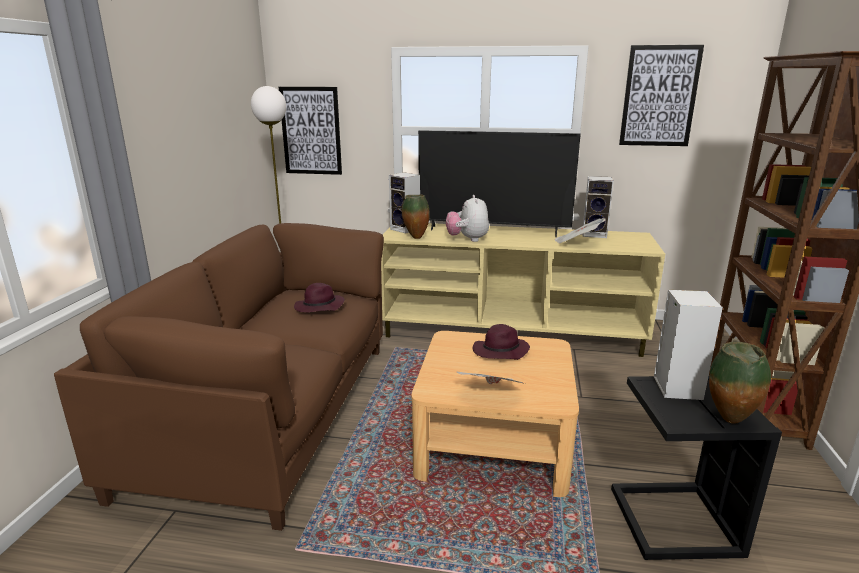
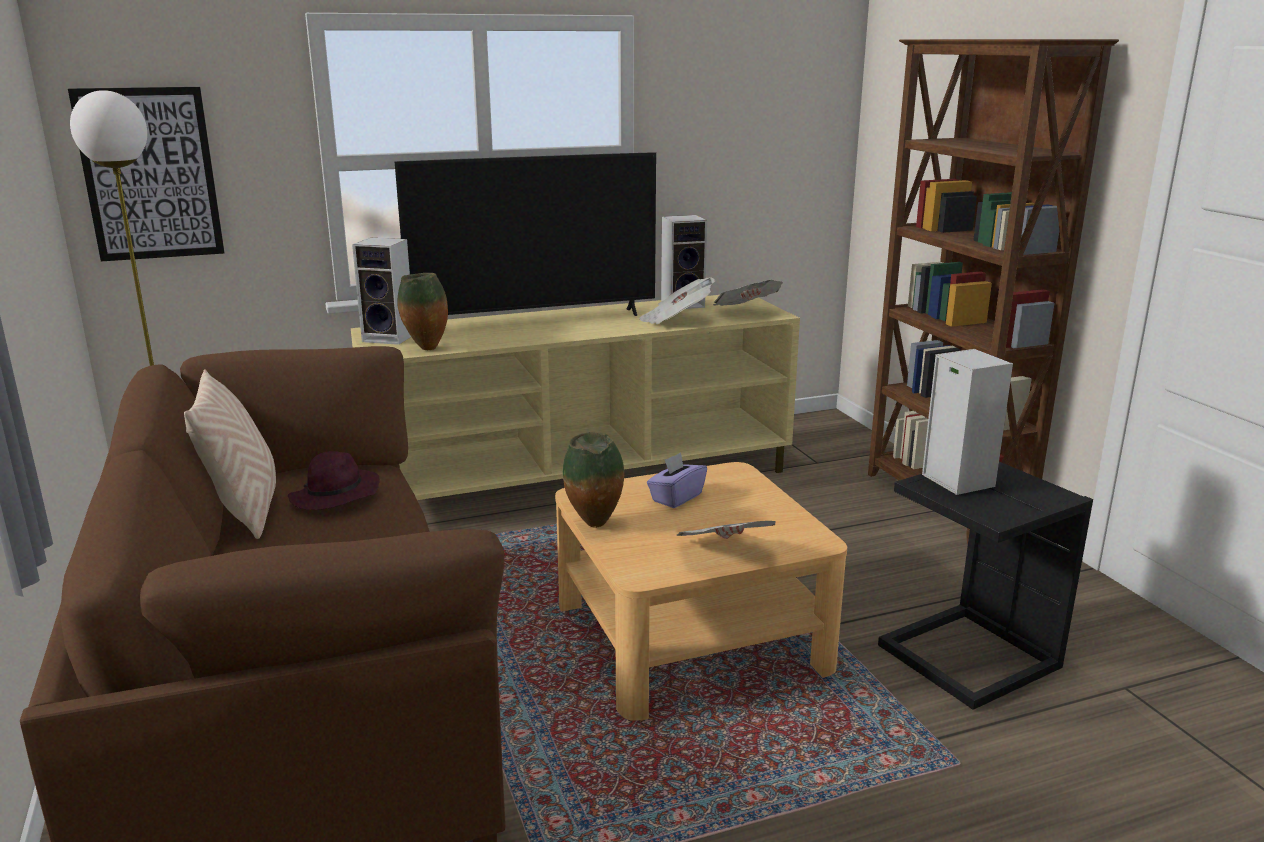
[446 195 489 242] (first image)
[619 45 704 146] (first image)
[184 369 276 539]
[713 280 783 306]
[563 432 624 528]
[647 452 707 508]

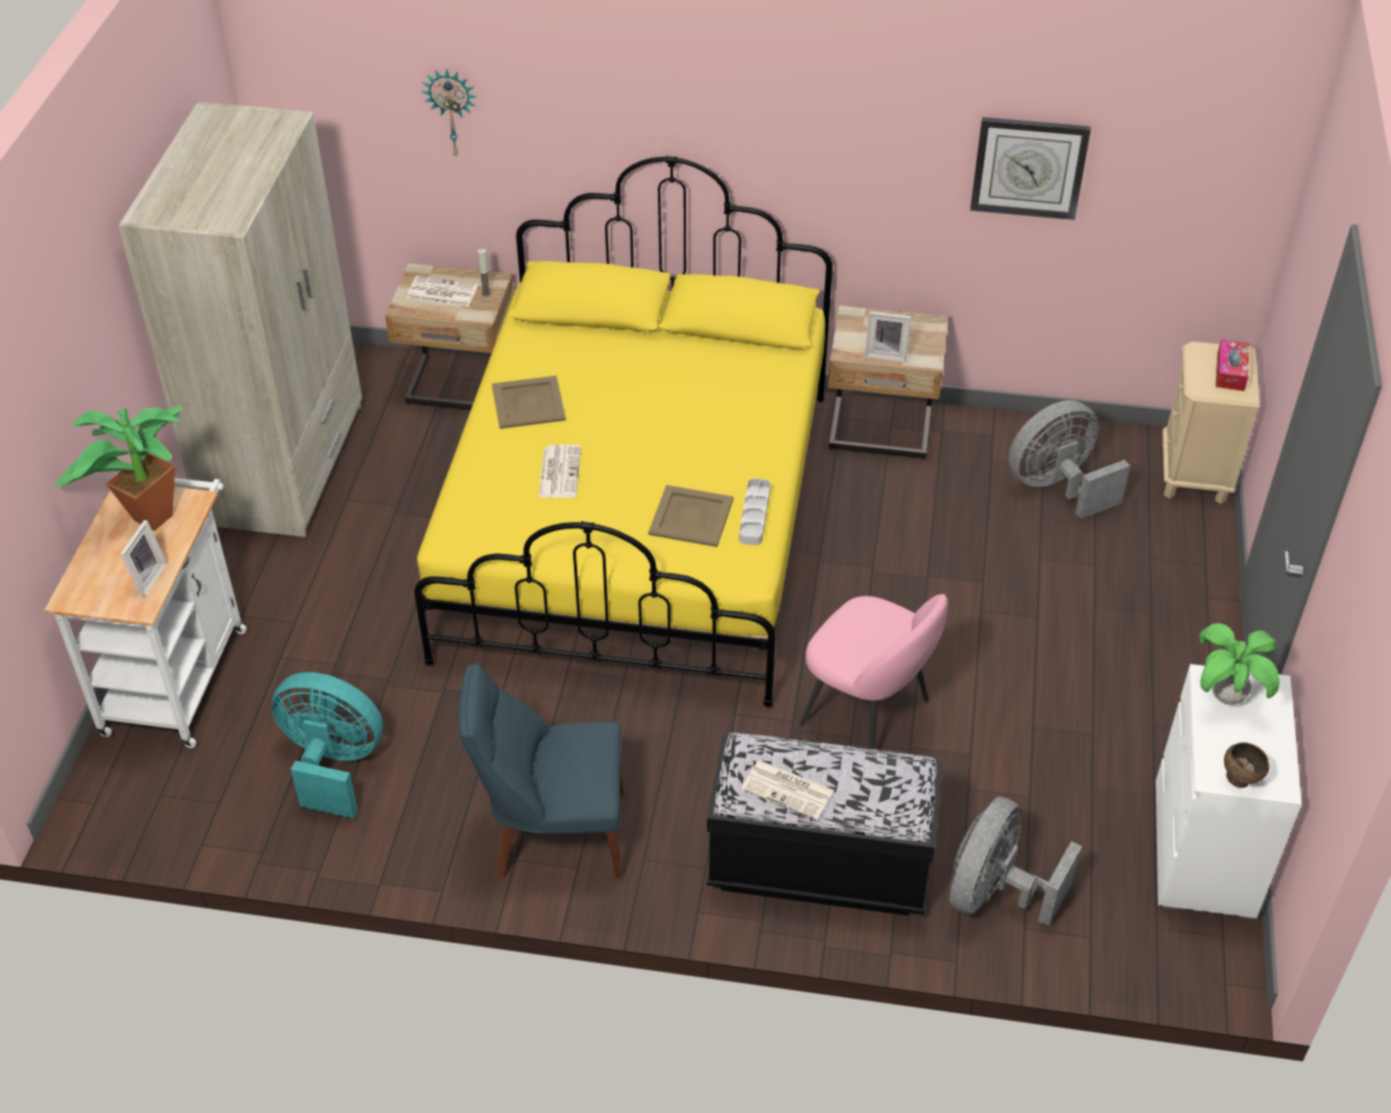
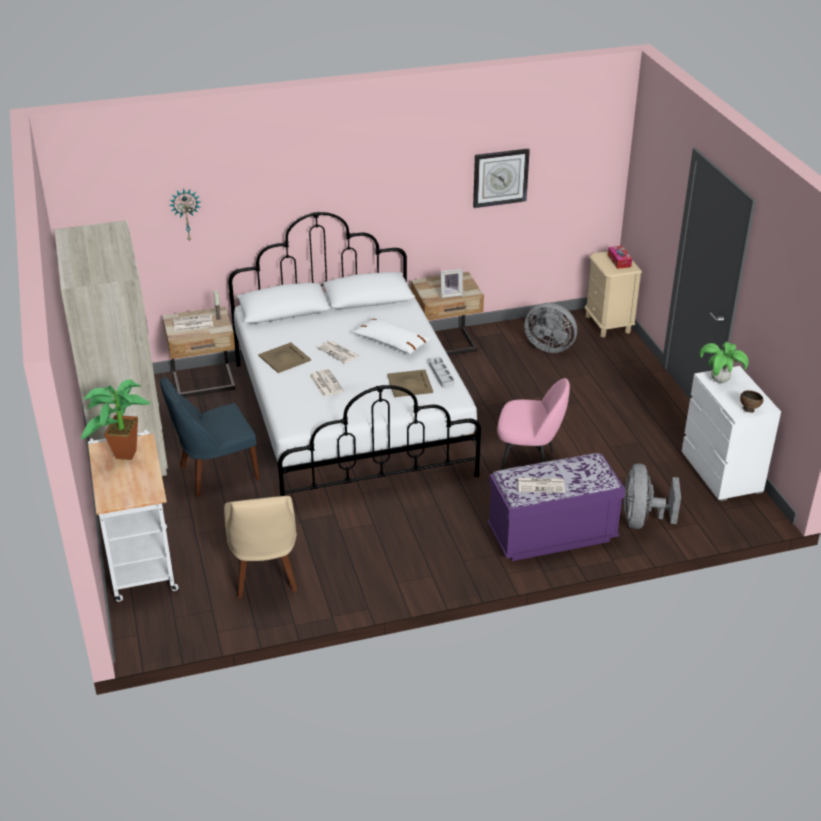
[120 520 168 598] (first image)
[317 340 359 364]
[352 316 432 354]
[160 377 260 497]
[224 496 297 598]
[228 212 481 496]
[487 453 625 561]
[524 303 577 353]

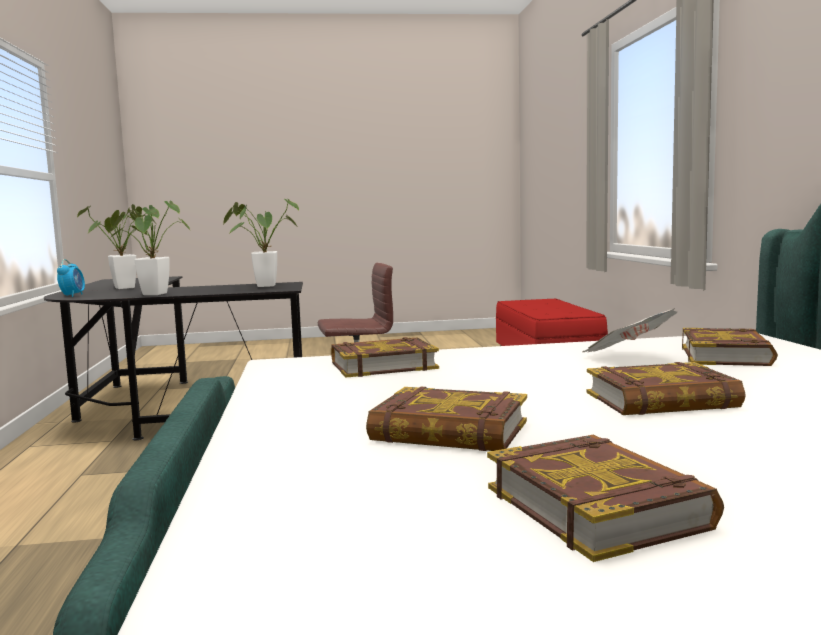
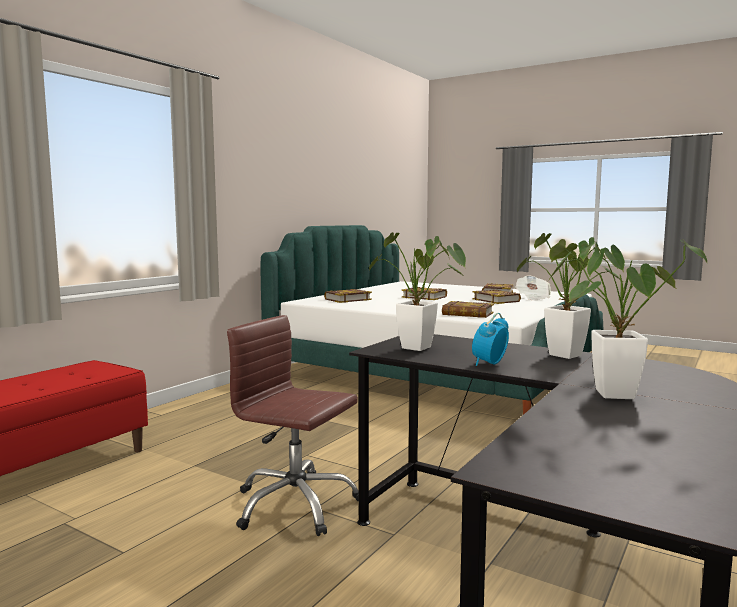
[472 313 509 366]
[515 275 551 301]

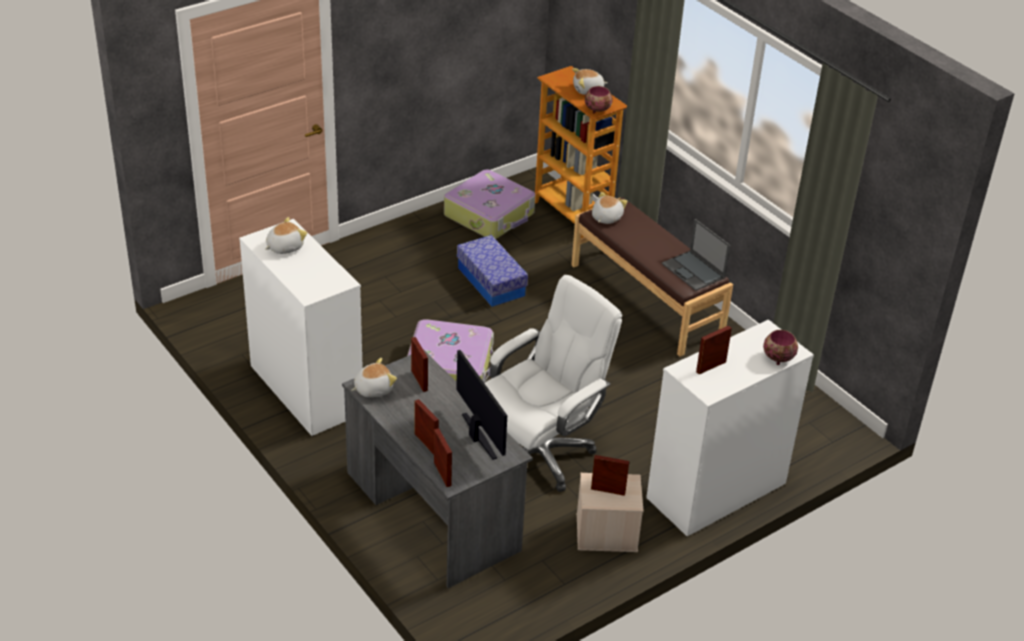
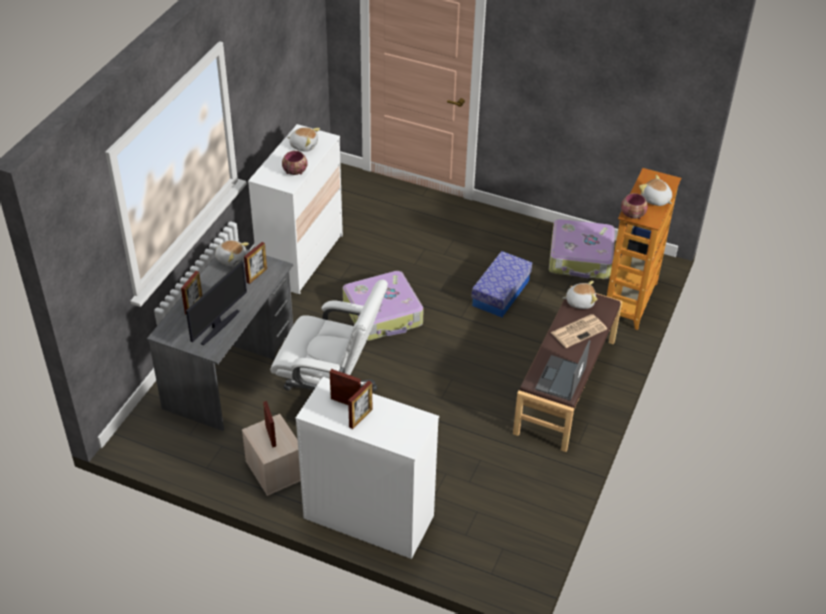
[551 314 607 348]
[348 381 372 429]
[282 151 307 175]

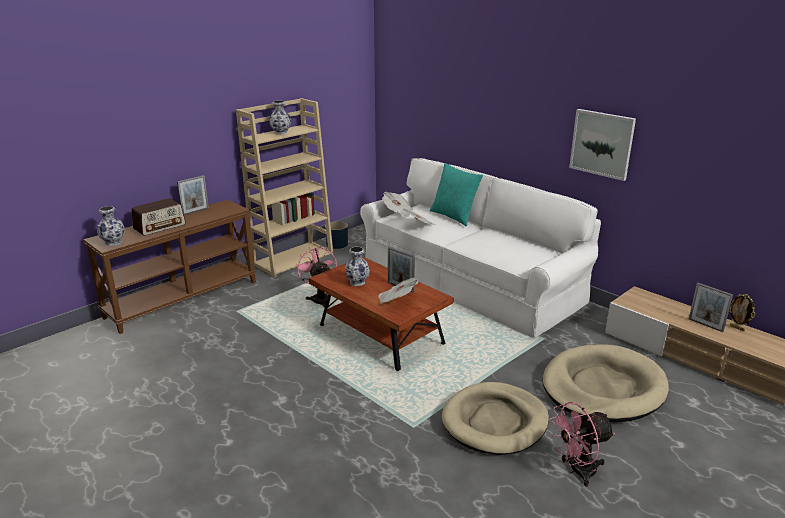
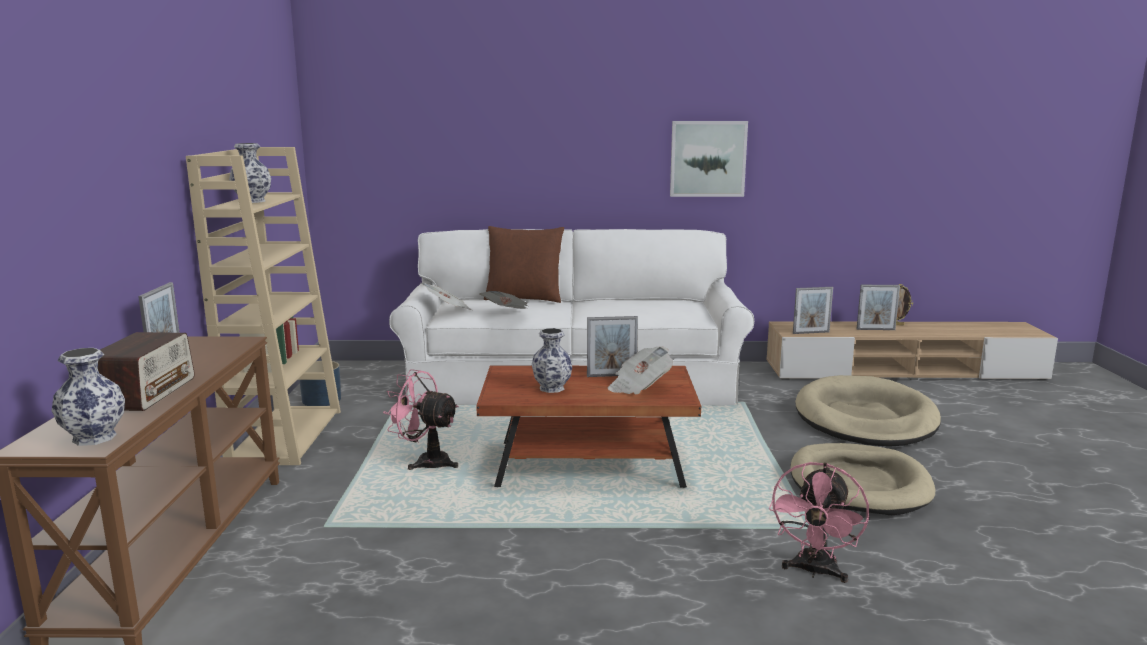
[793 287 833 334]
[769 462 869 583]
[484 226 564 303]

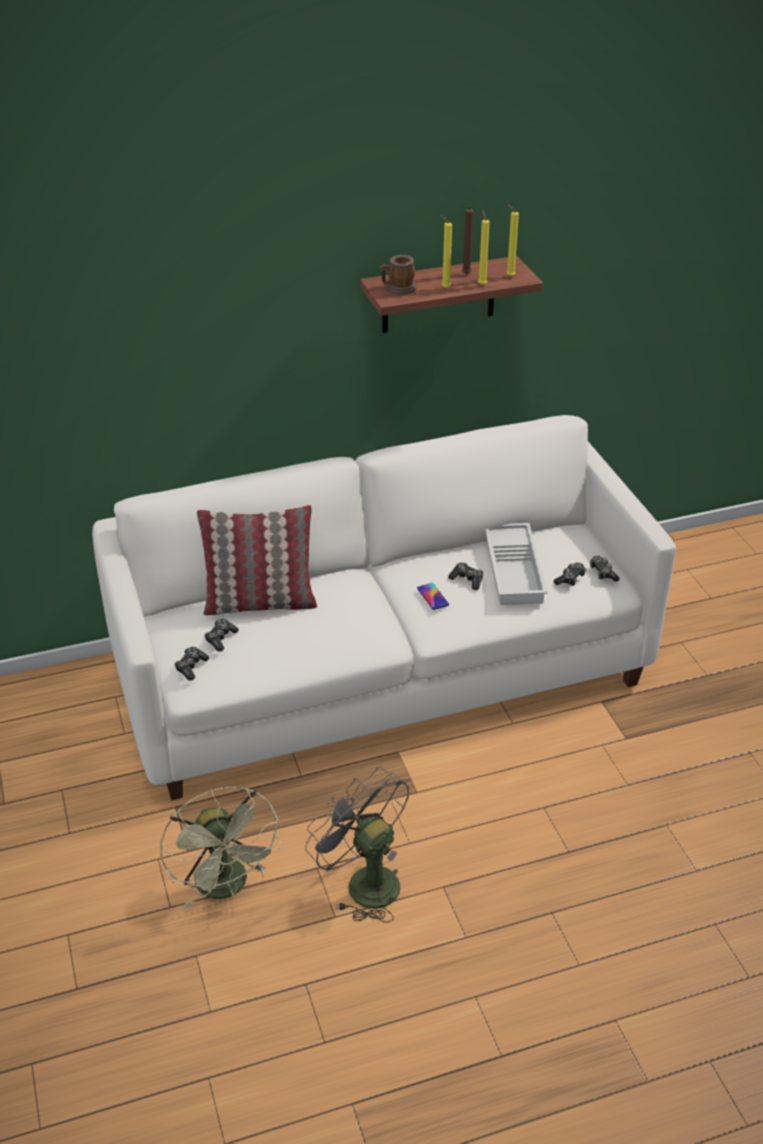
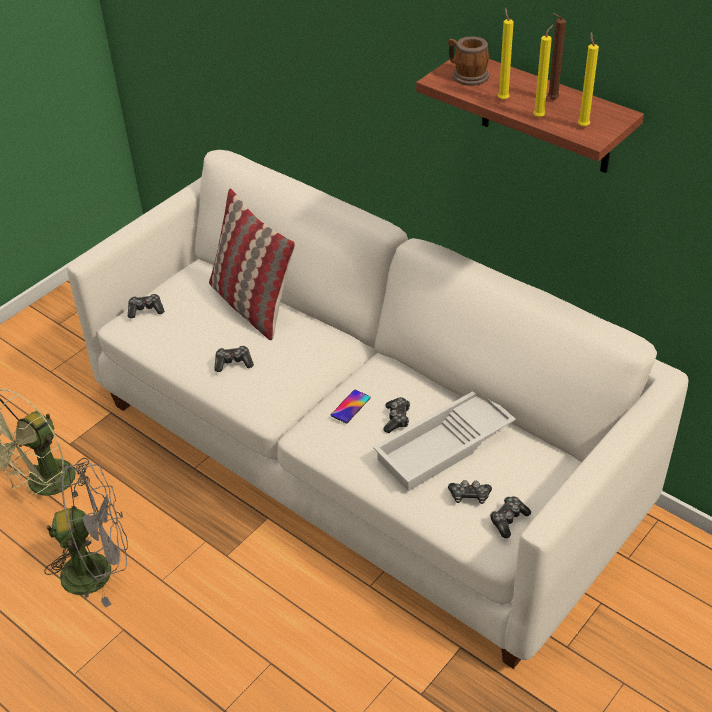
[214 346 254 372]
[45 461 128 608]

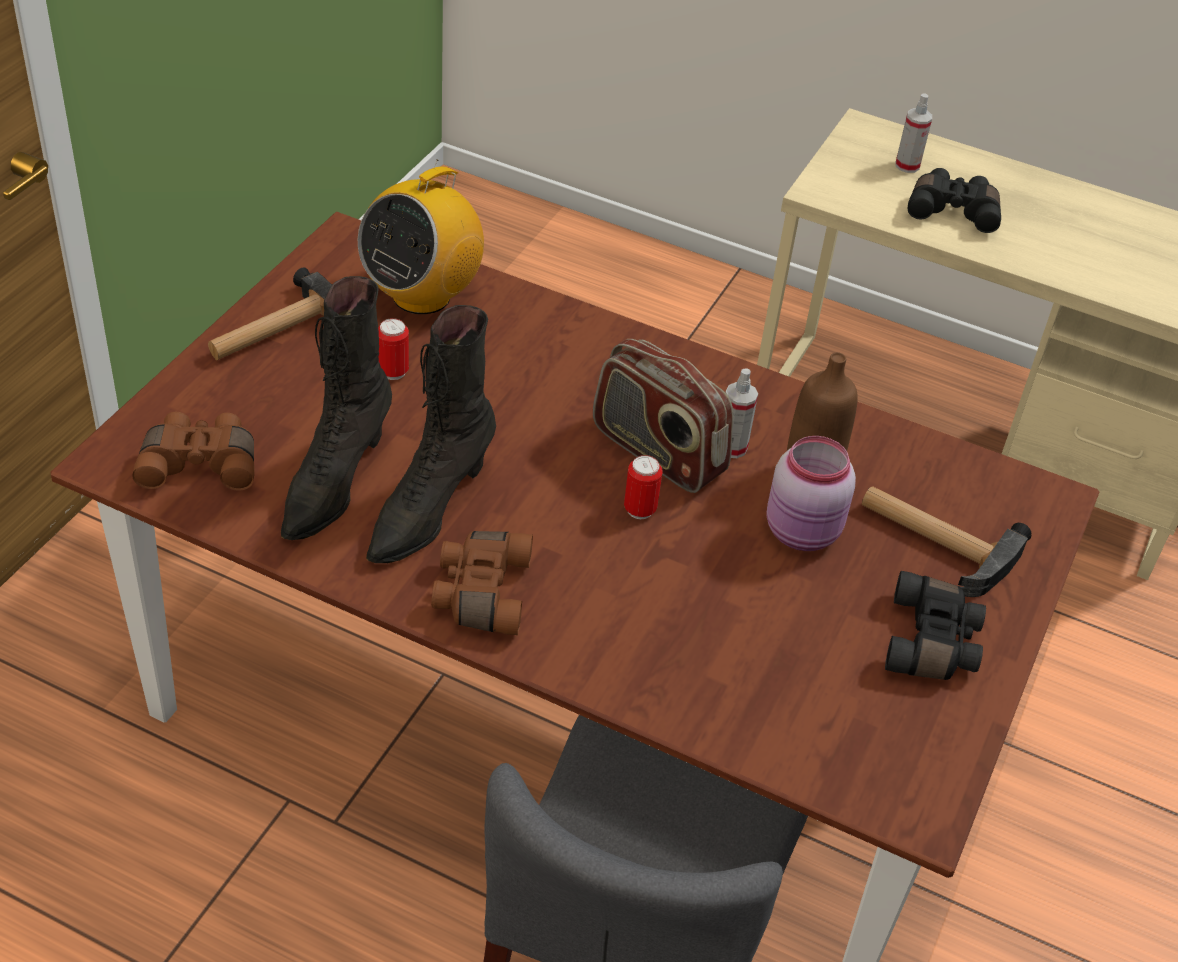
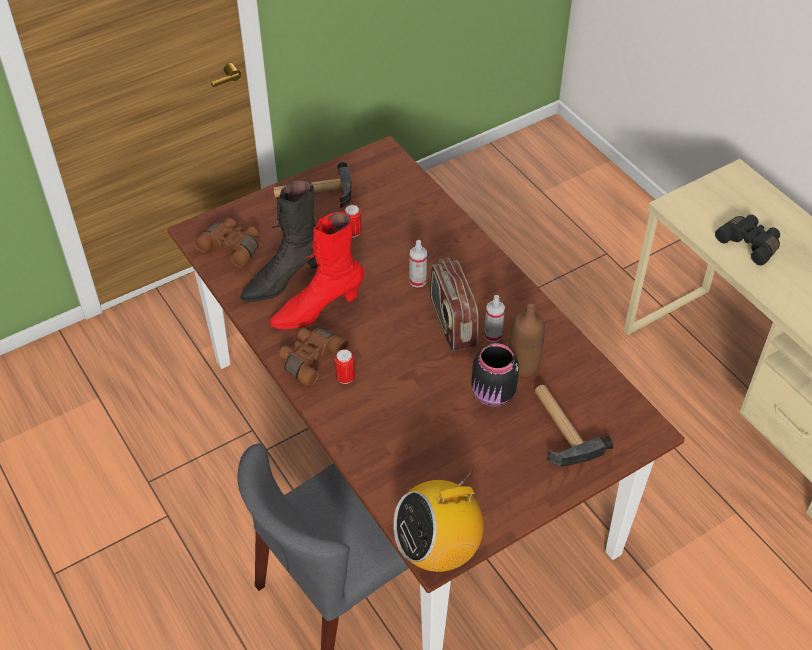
[885 571 986 680] (first image)
[393 470 484 572]
[335 349 355 384]
[410 240 427 288]
[269 212 365 329]
[471 343 519 407]

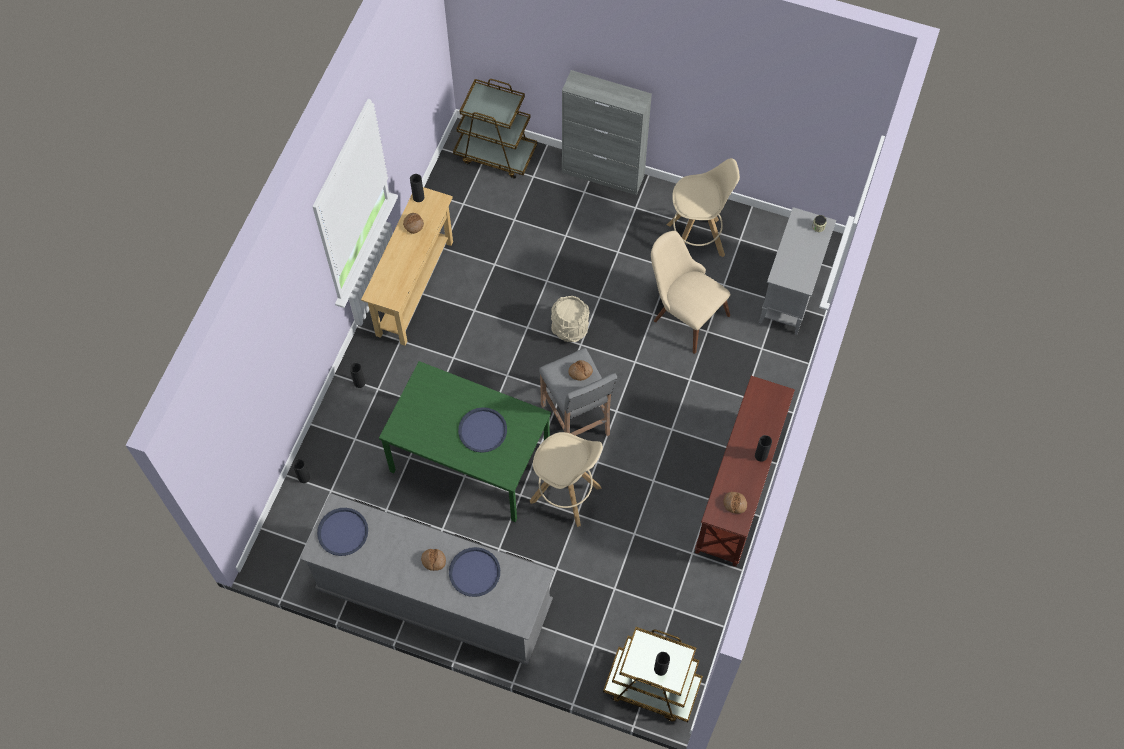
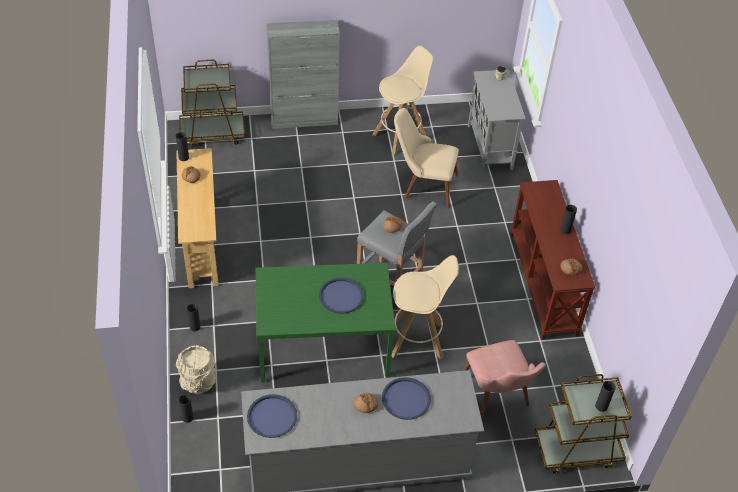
[462 340 546 420]
[176 345 216 394]

